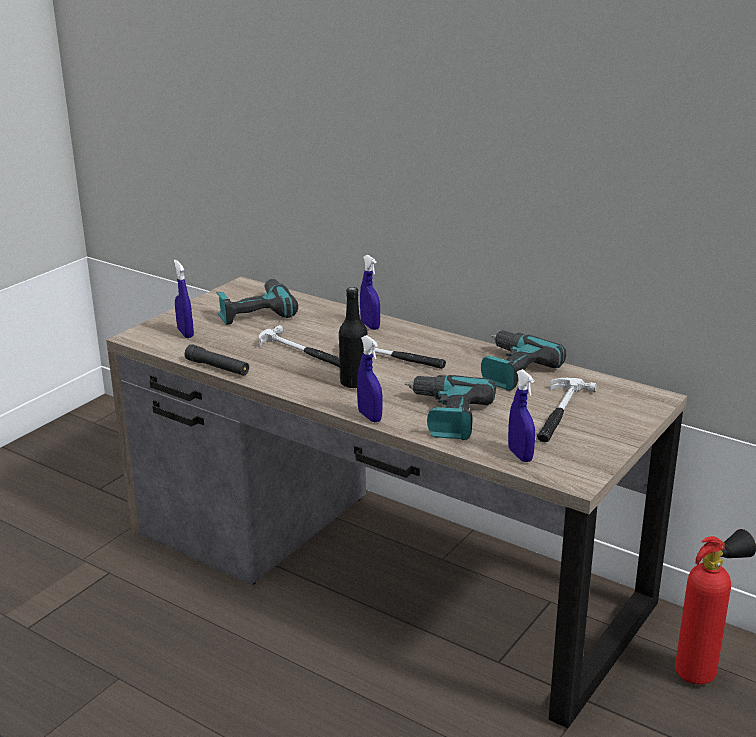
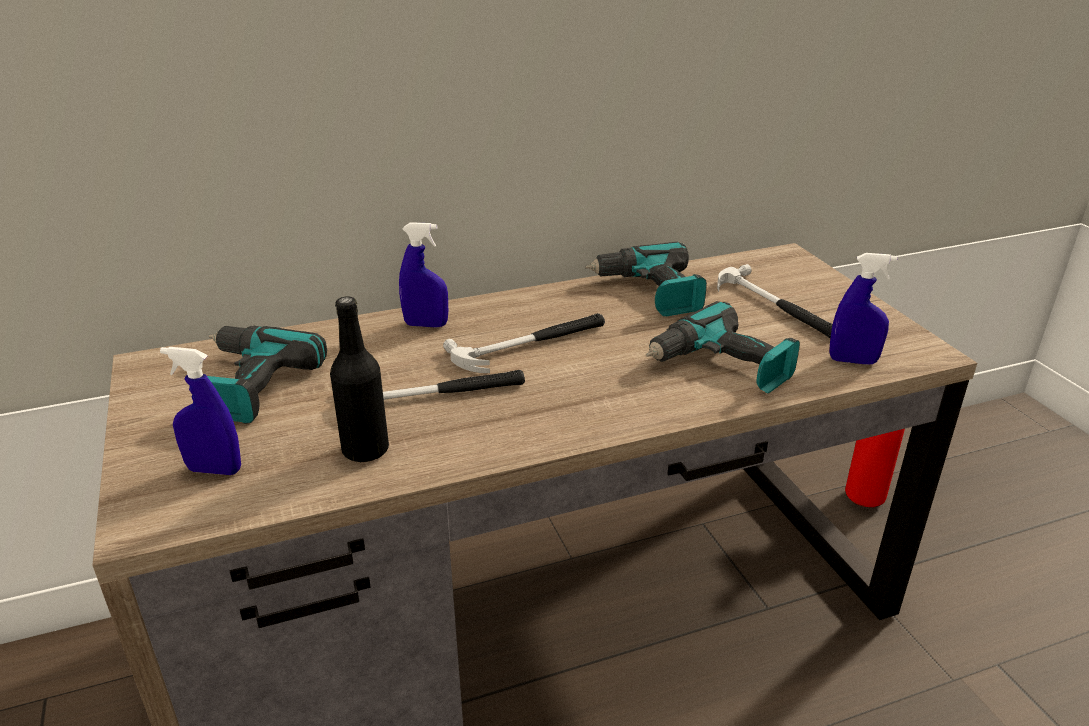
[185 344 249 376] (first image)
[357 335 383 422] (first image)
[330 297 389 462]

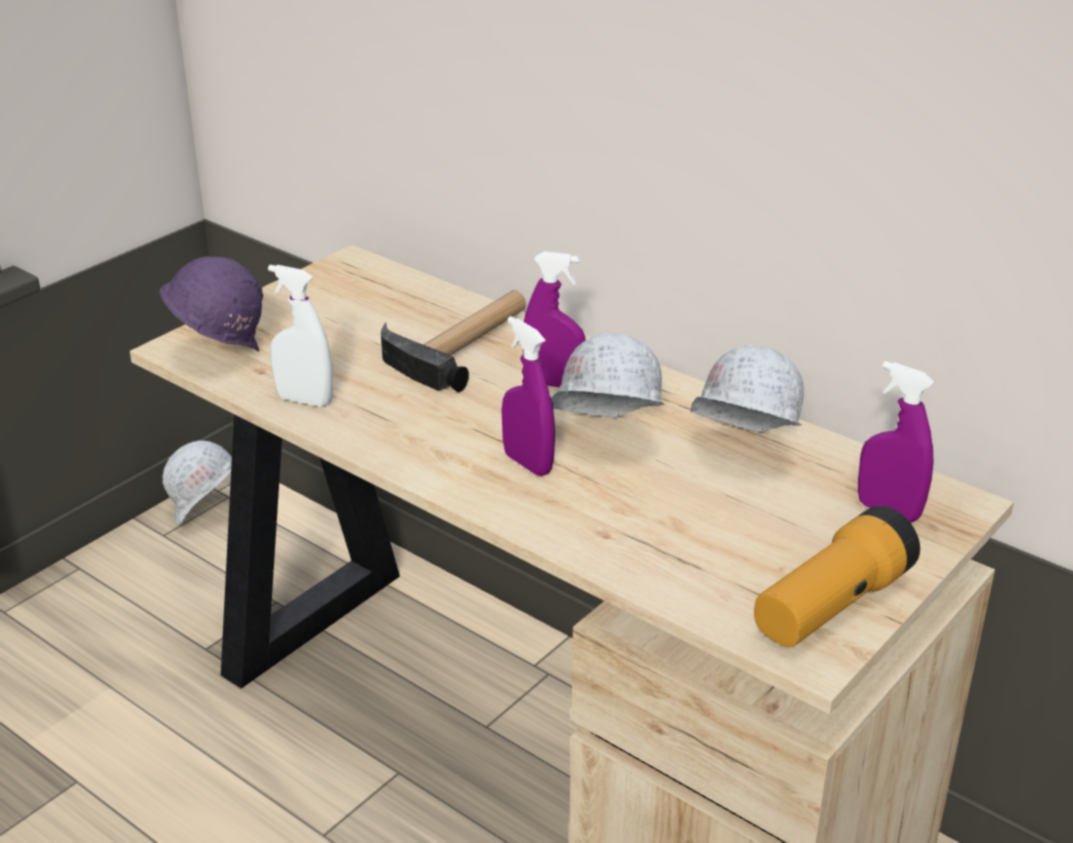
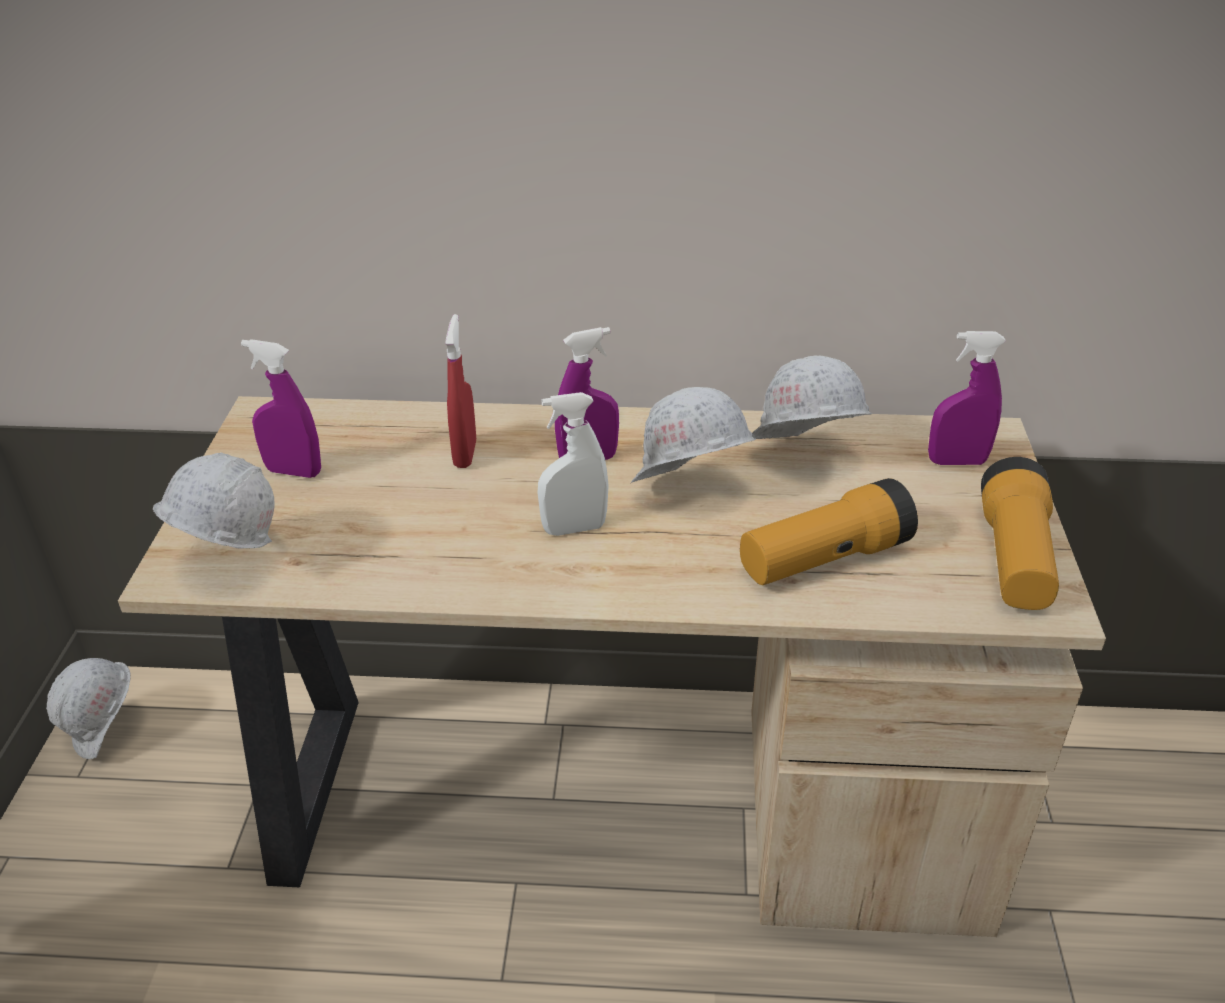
[740 478 918 585]
[538 392 609 536]
[241 339 321 478]
[445 314 476 468]
[153 453 274 549]

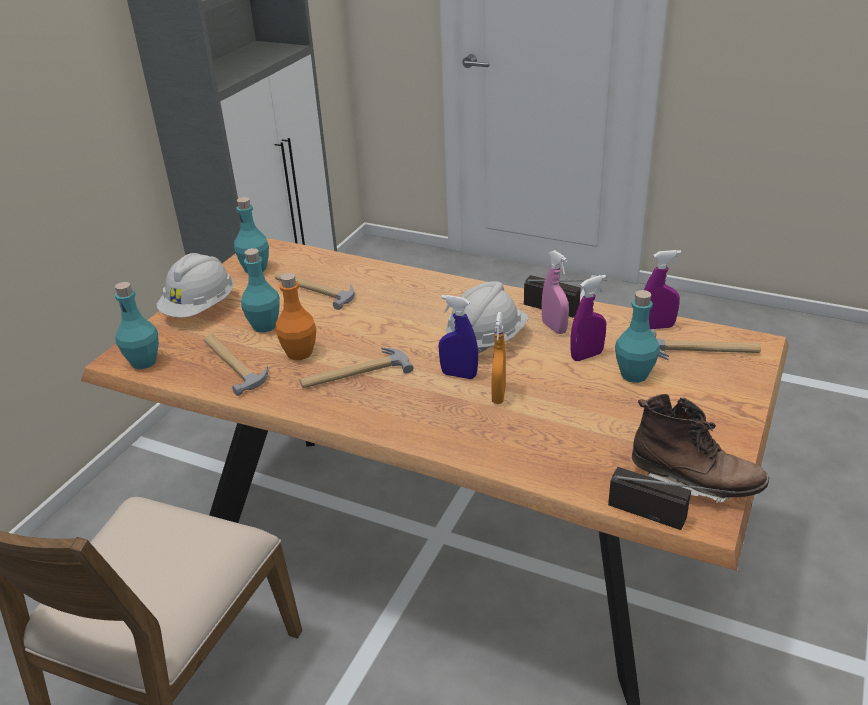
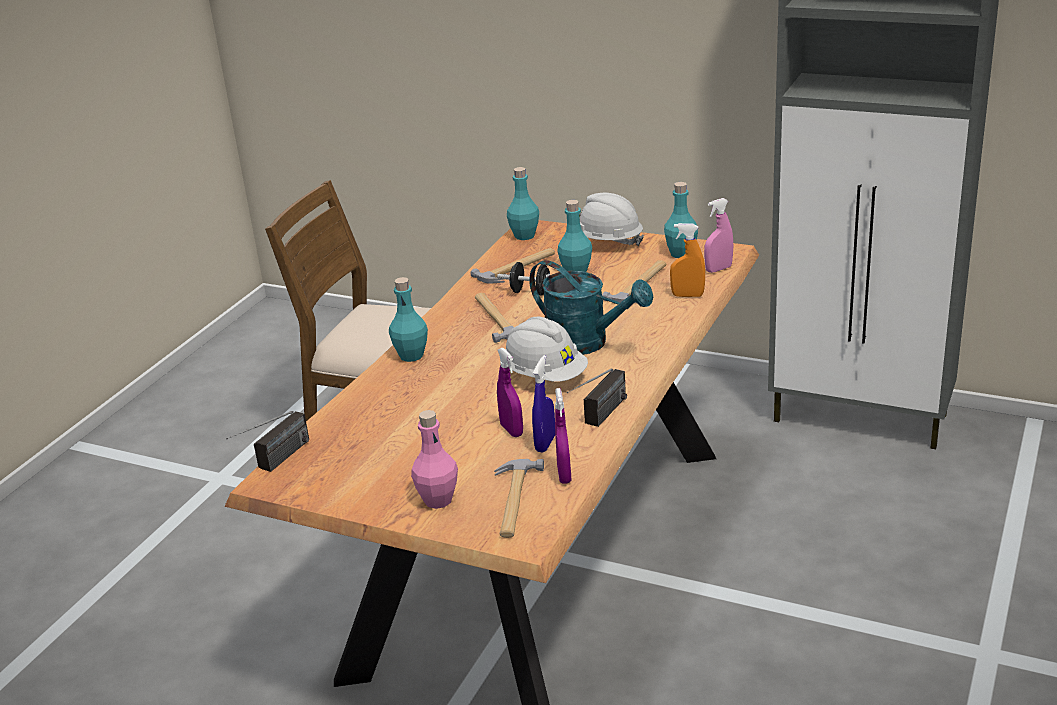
[632 394 769 503] (first image)
[411 410 458 509]
[529 260 653 355]
[532 355 555 453]
[670 223 705 297]
[704 198 733 273]
[389 277 428 362]
[497 262 550 295]

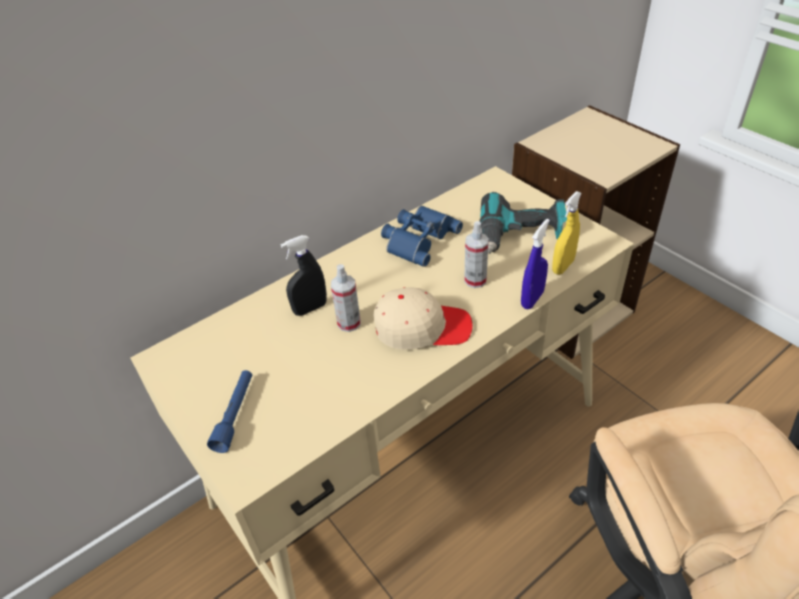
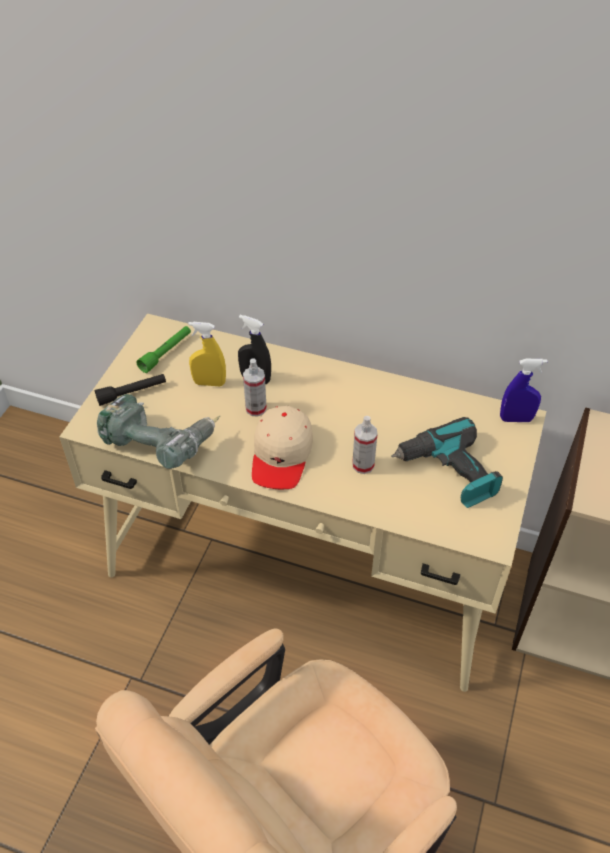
[381 205 463 267] (first image)
[97 394 220 469]
[136 326 191 373]
[500 359 548 422]
[188 322 226 386]
[95 374 166 406]
[252 406 313 489]

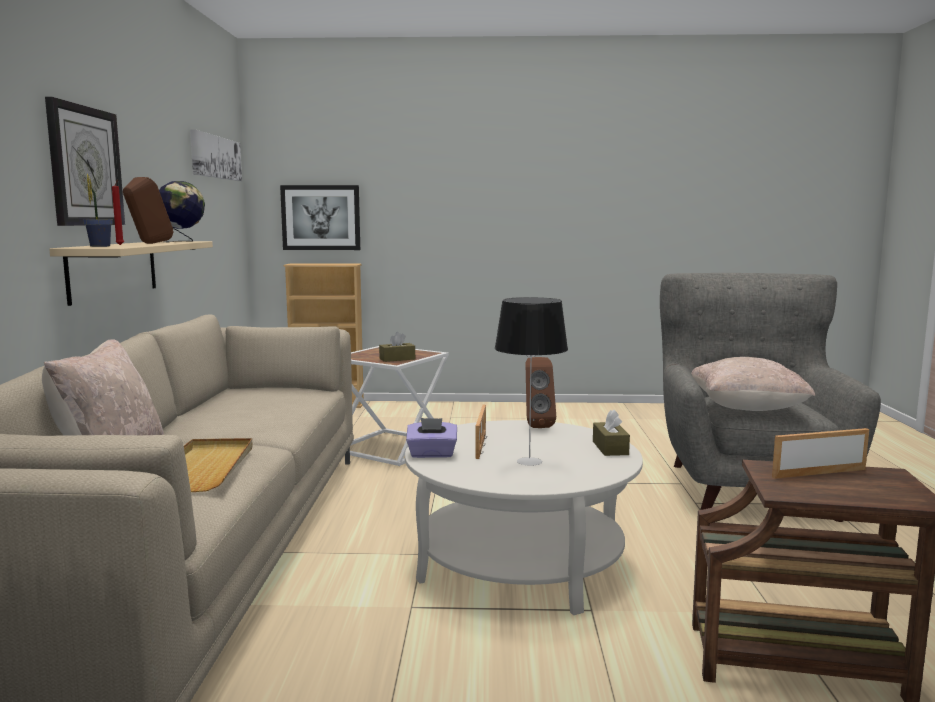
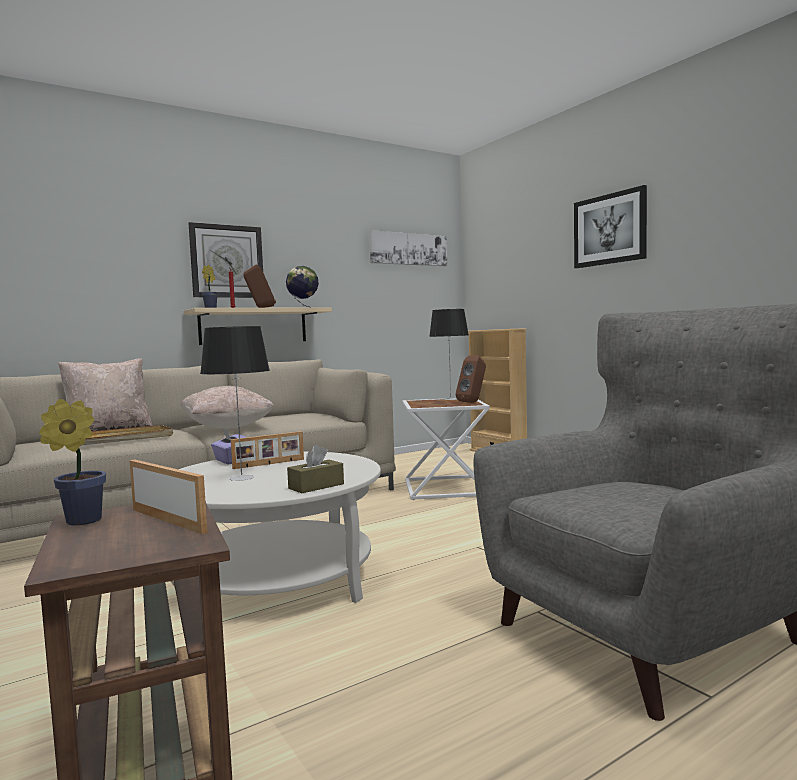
[379 332 415 362] (first image)
[39 399 106 526]
[429 309 469 400]
[574 185 647 268]
[456 355 486 403]
[180 386 274 429]

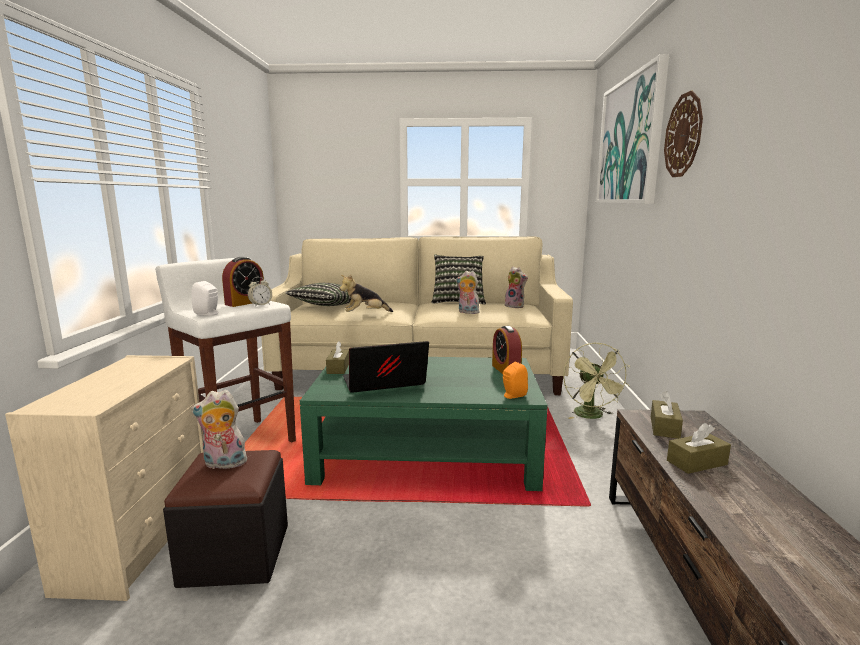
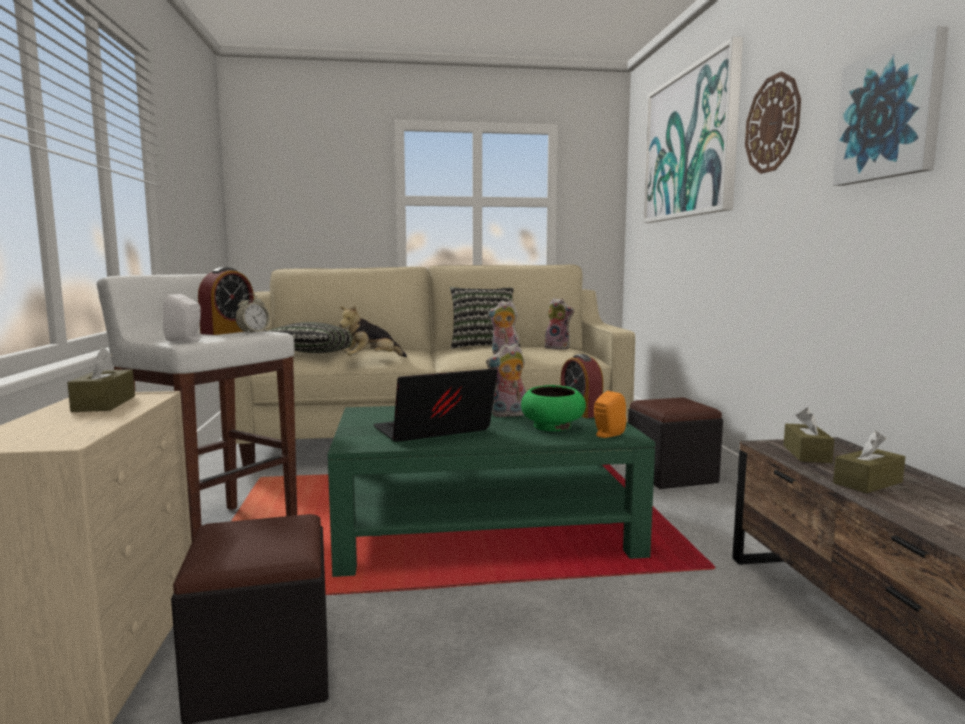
[521 385 586 431]
[833 26 949 186]
[486 344 526 417]
[67 347 135 412]
[628 397 723 489]

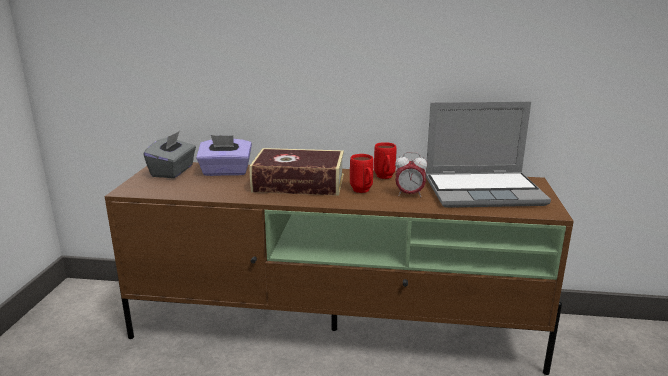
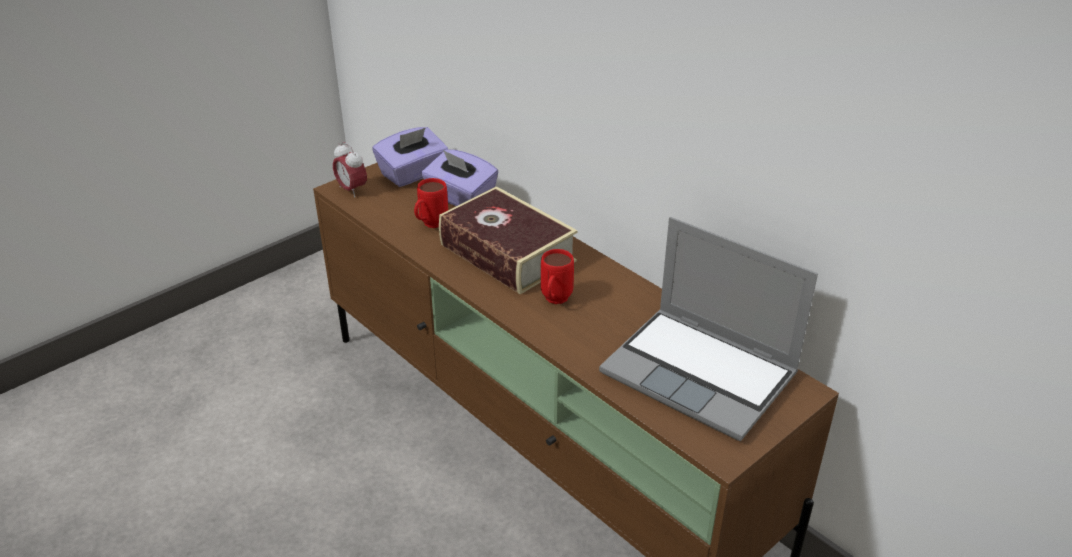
[414 178 448 228]
[333 142 367 198]
[372 127 448 187]

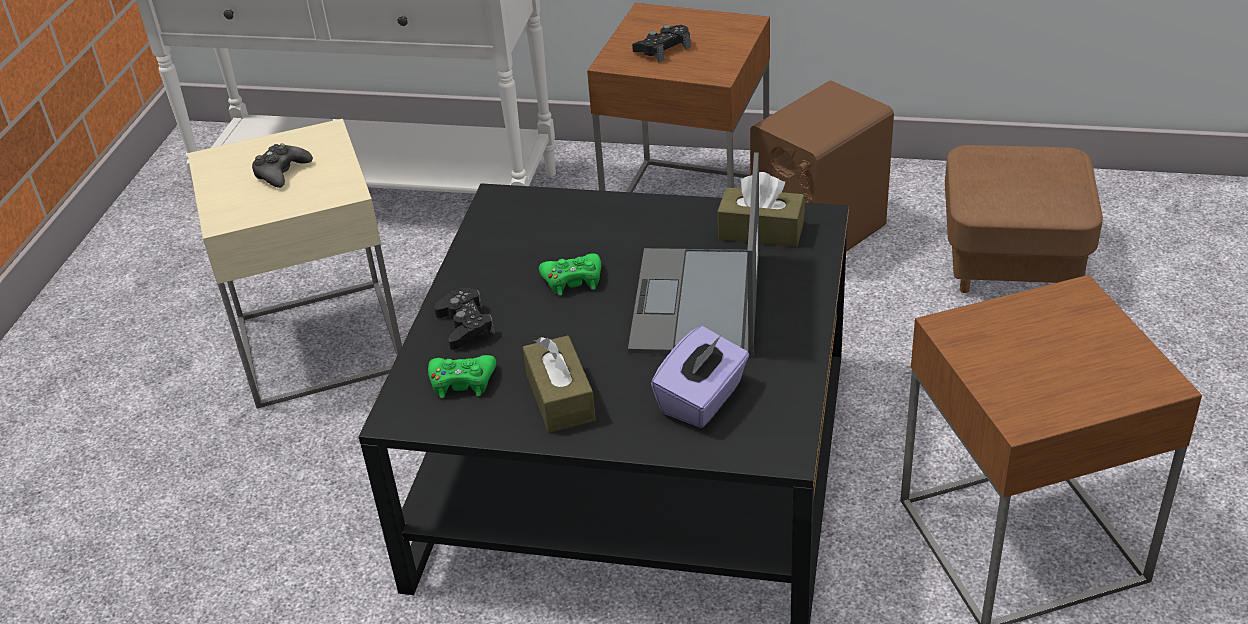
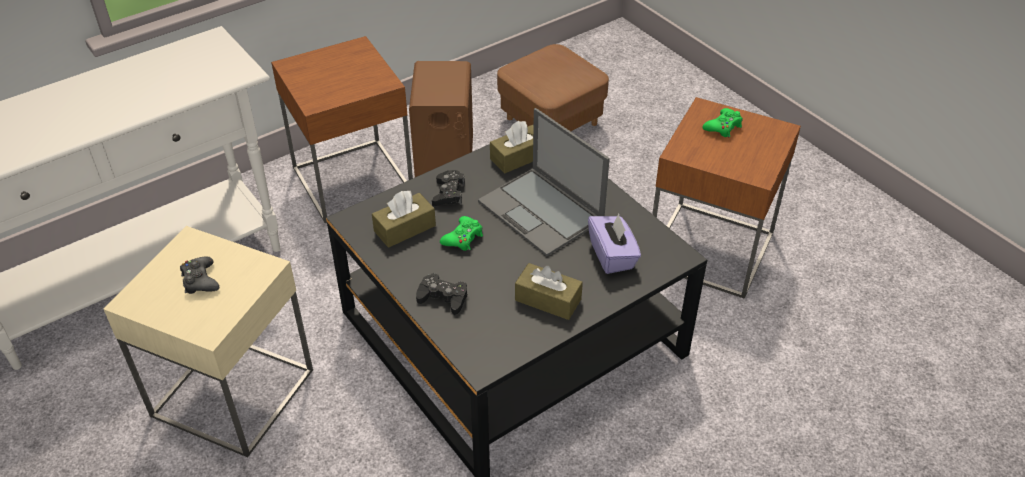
[372 191 436 248]
[702 108 743 137]
[432 170 465 206]

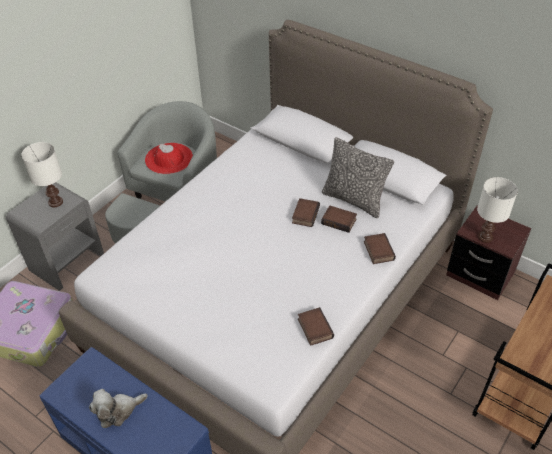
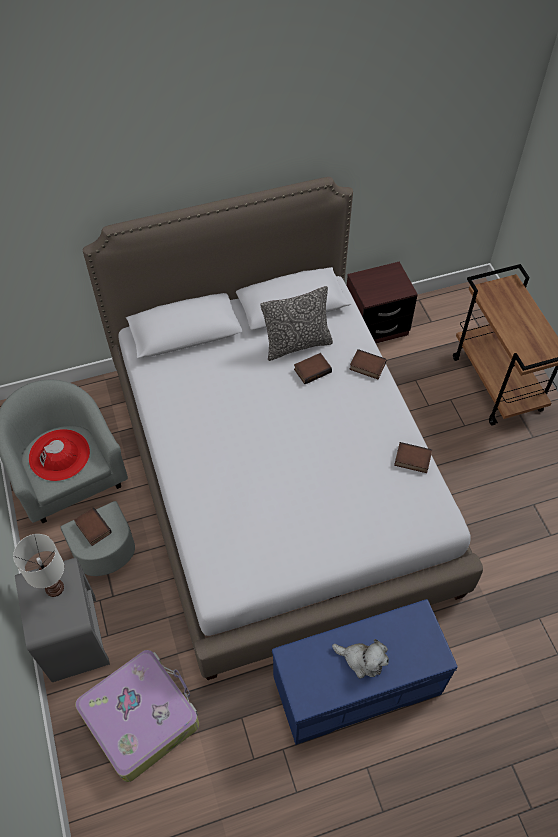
[477 177 518 243] (first image)
[74 507 112 546]
[332 639 389 679]

